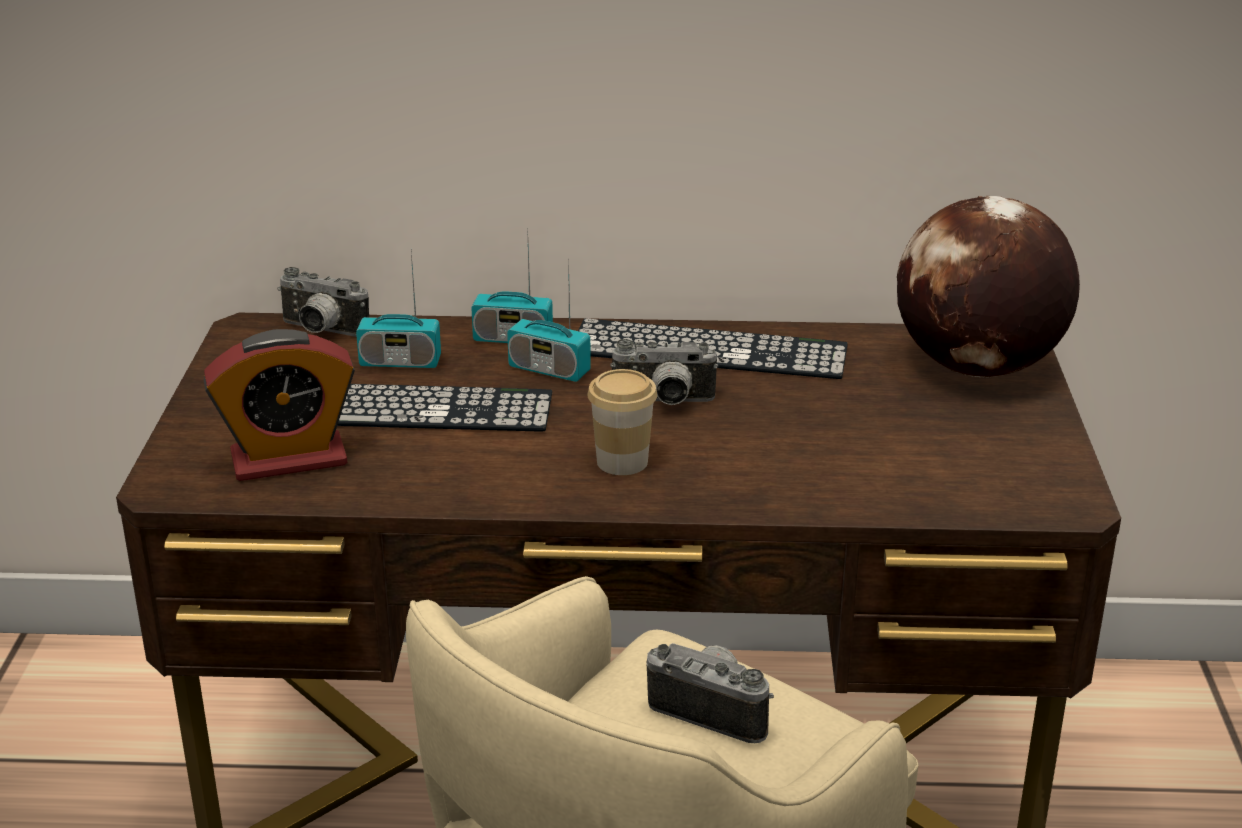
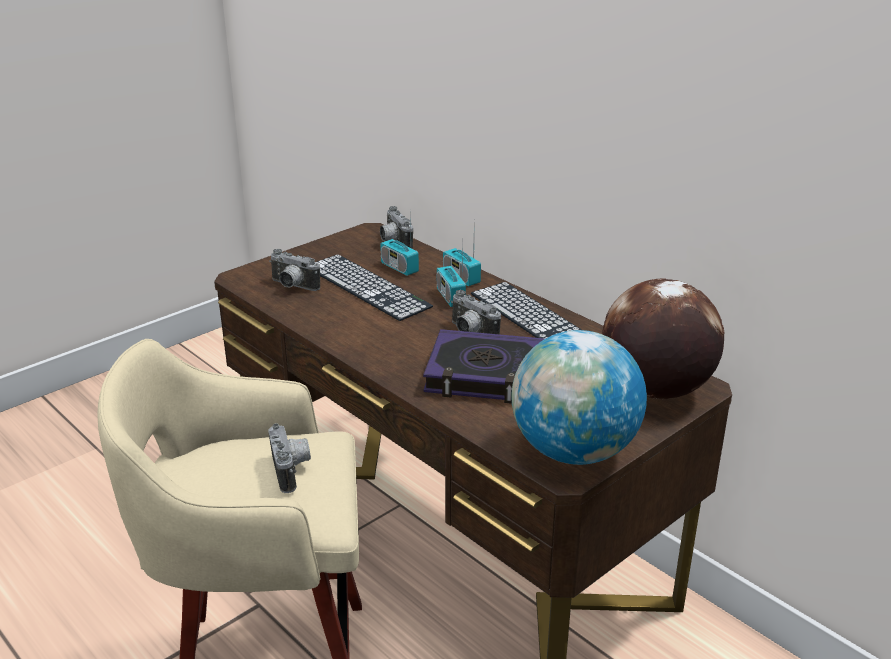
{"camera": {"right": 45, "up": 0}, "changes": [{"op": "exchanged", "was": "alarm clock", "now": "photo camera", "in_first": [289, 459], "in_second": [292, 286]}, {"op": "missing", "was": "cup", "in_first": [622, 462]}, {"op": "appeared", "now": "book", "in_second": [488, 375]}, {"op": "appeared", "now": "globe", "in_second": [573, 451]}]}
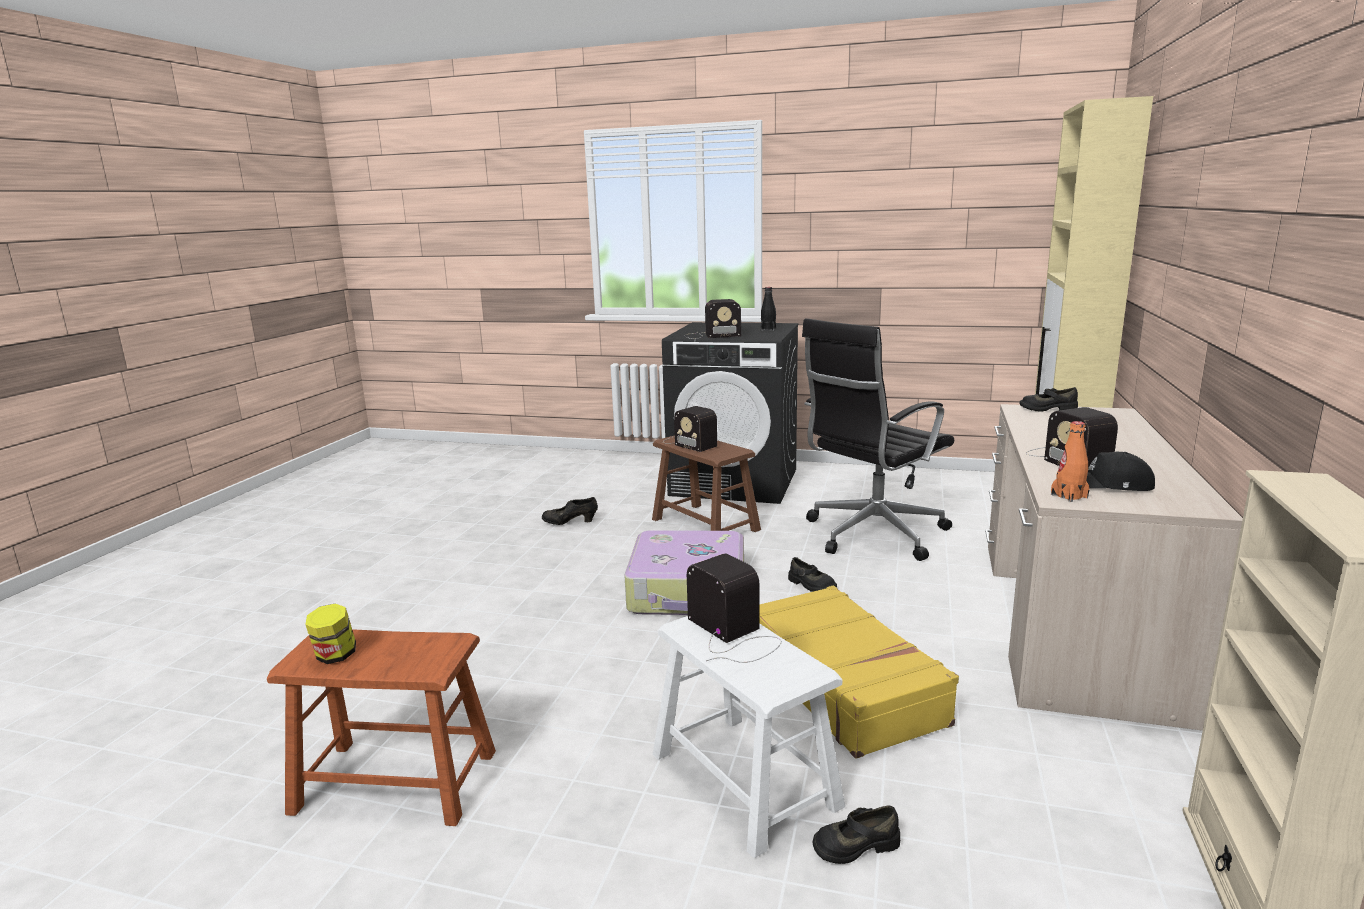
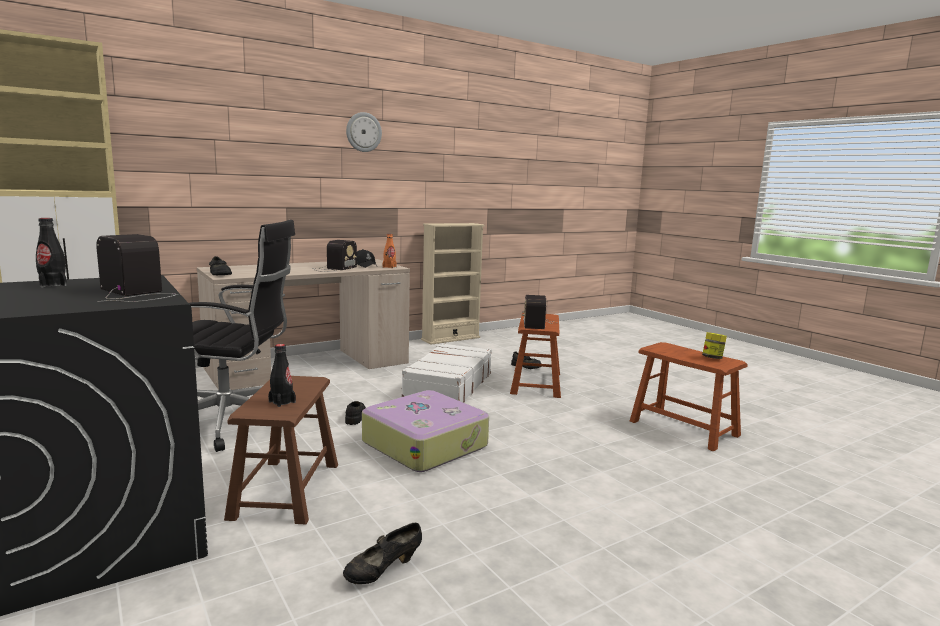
{"camera": {"right": -140, "up": -5}, "changes": [{"op": "exchanged", "was": "radio", "now": "bottle in black", "in_first": [688, 442], "in_second": [282, 402]}, {"op": "spun", "was": "shoe in black", "in_first": [570, 523], "in_second": [383, 571], "clockwise": 105}, {"op": "colour", "was": "suitcase in yellow", "now": "suitcase in white", "in_first": [843, 684], "in_second": [448, 385]}, {"op": "colour", "was": "stool in white", "now": "stool in brown", "in_first": [744, 779], "in_second": [536, 383]}, {"op": "appeared", "now": "wall clock", "in_second": [363, 132]}]}
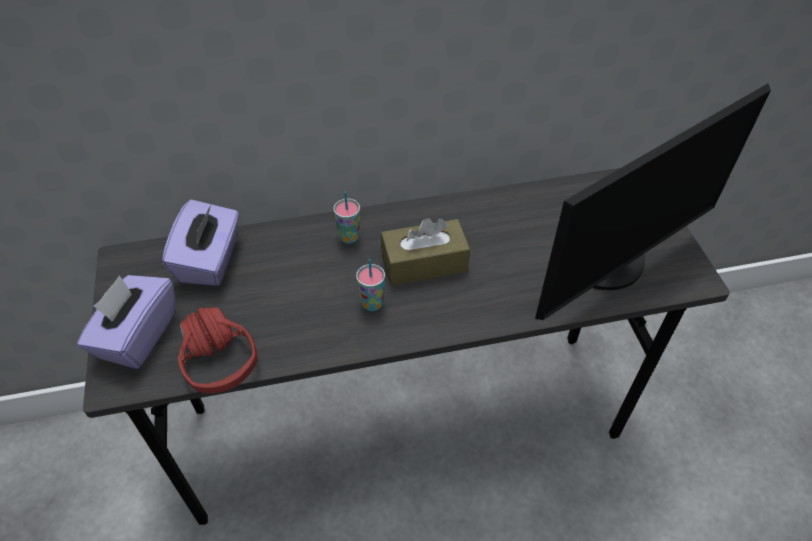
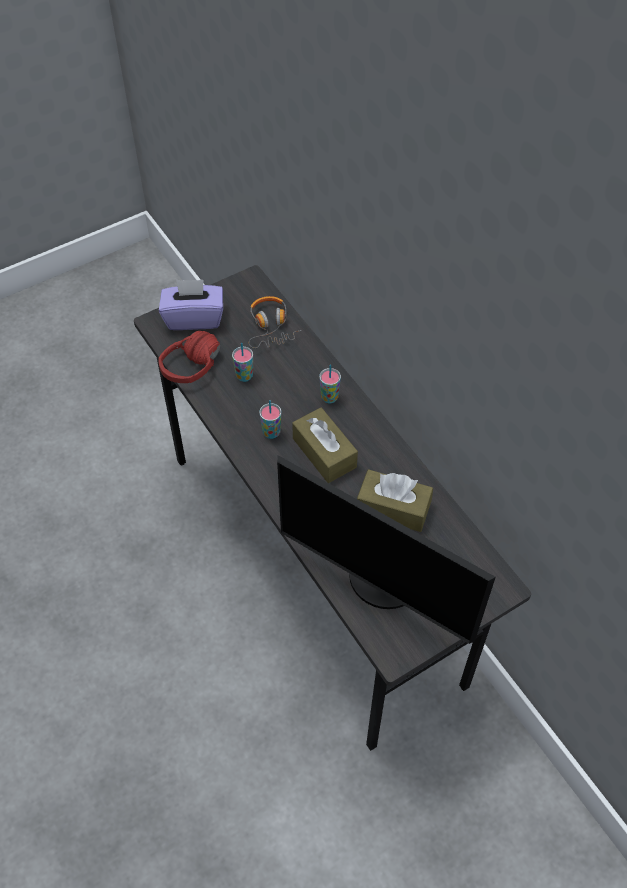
{"camera": {"right": 70, "up": 5}, "changes": [{"op": "exchanged", "was": "tissue box in purple", "now": "headphones", "in_first": [210, 260], "in_second": [270, 327]}, {"op": "appeared", "now": "cup", "in_second": [244, 376]}, {"op": "appeared", "now": "tissue box in brown", "in_second": [393, 508]}]}
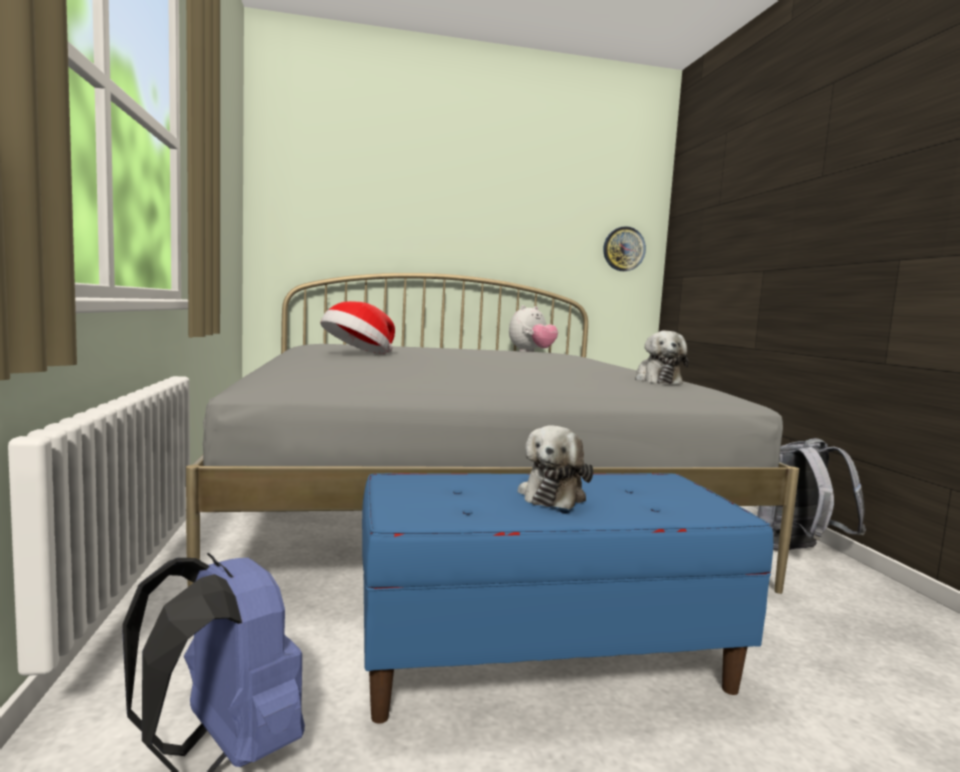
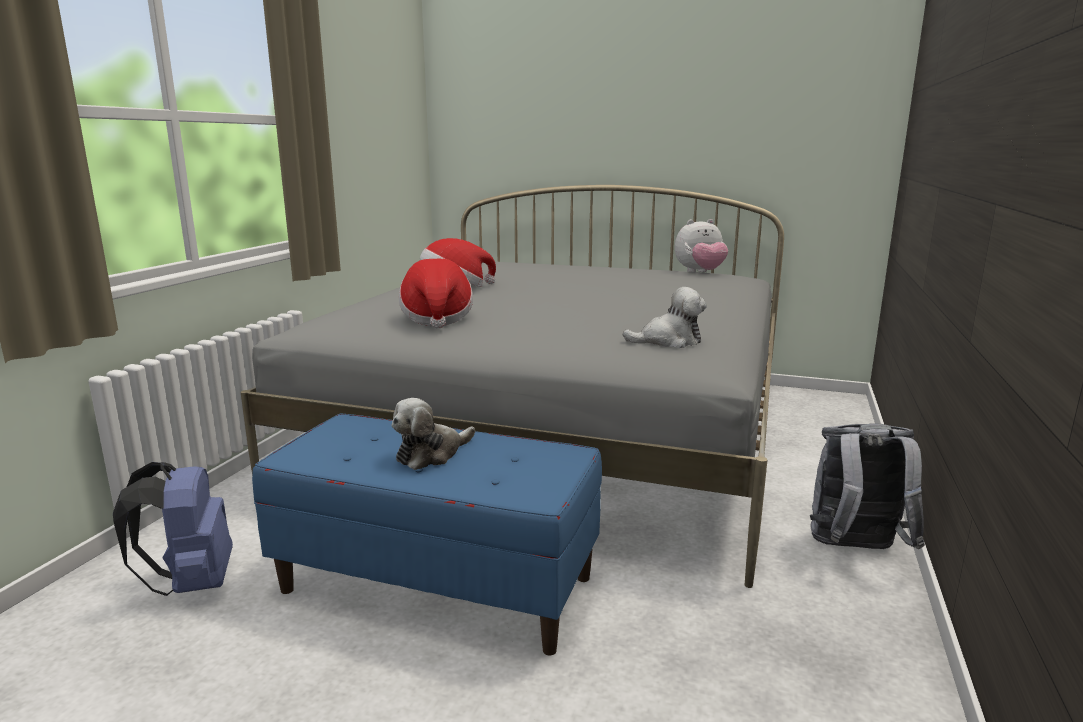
{"camera": {"right": 30, "up": 10}, "changes": [{"op": "missing", "was": "wall clock", "in_first": [623, 249]}, {"op": "spun", "was": "plush toy", "in_first": [656, 380], "in_second": [668, 341], "clockwise": -120}, {"op": "appeared", "now": "hat", "in_second": [436, 318]}]}
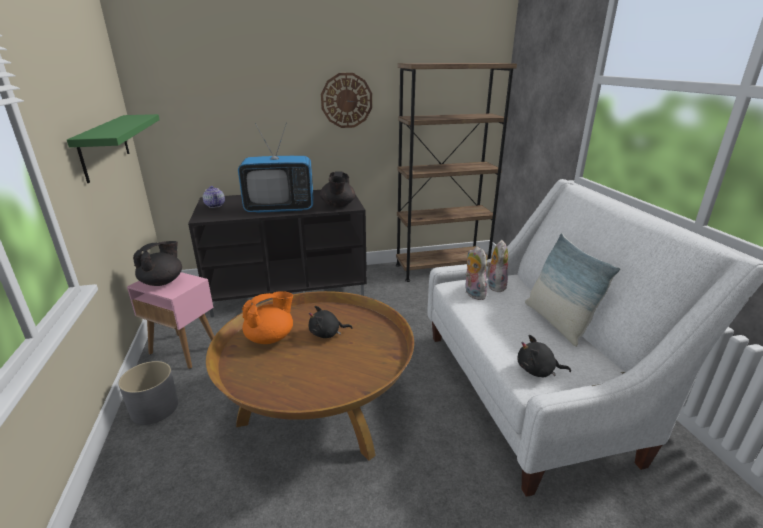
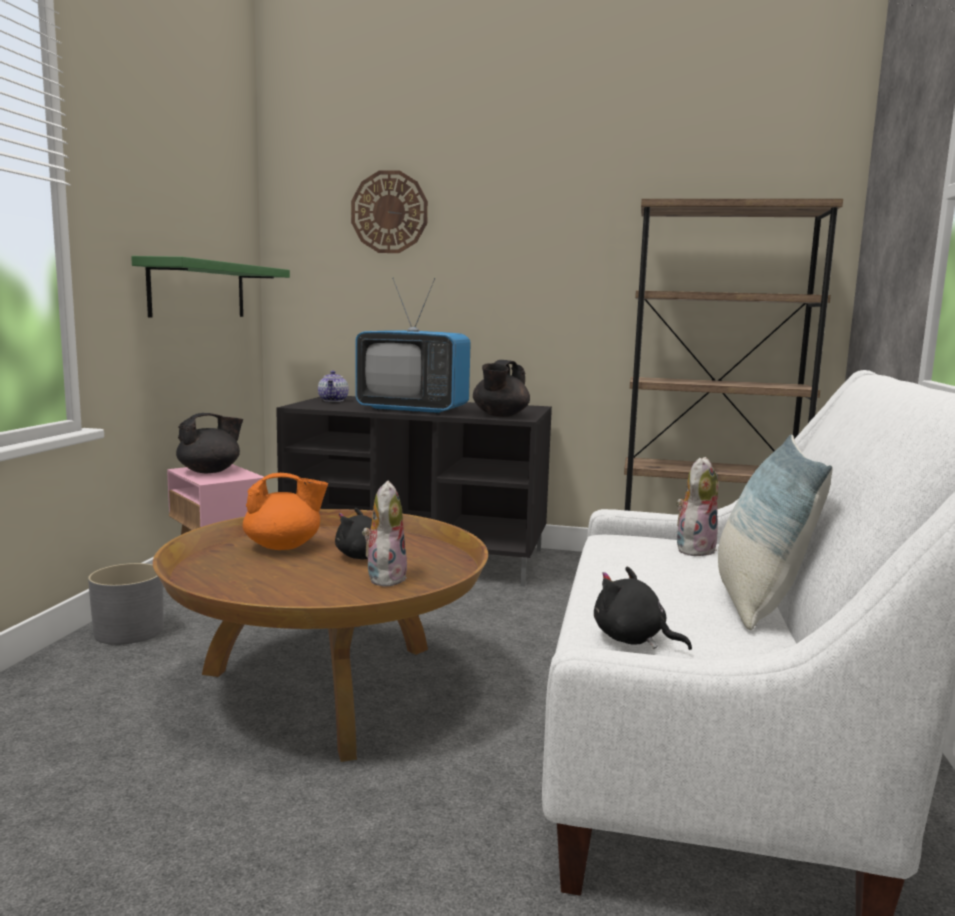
{"camera": {"right": 25, "up": -15}, "changes": [{"op": "relocated", "was": "wall clock", "in_first": [346, 100], "in_second": [389, 212]}, {"op": "relocated", "was": "plush toy", "in_first": [473, 293], "in_second": [384, 577]}]}
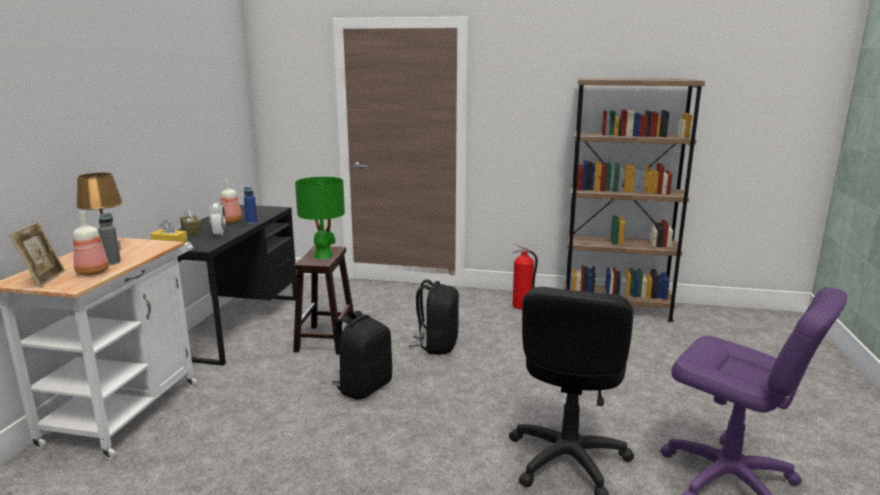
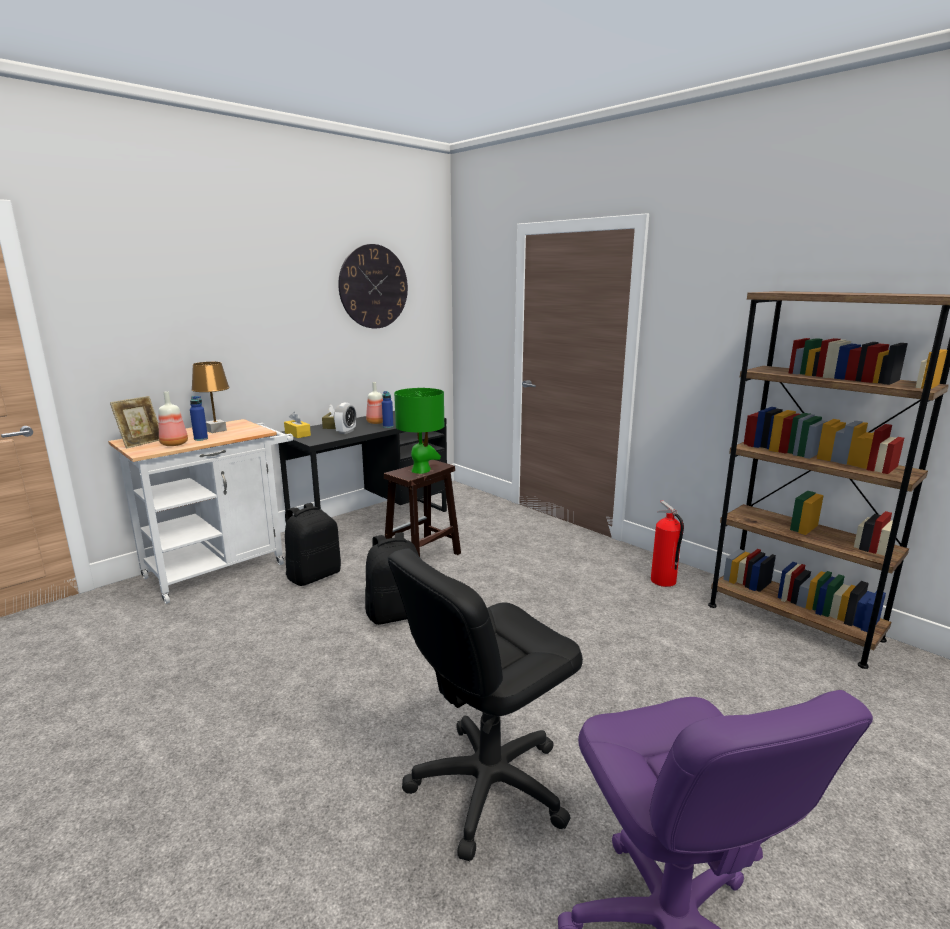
{"camera": {"right": 35, "up": 0}, "changes": [{"op": "colour", "was": "bottle in grey", "now": "bottle in blue", "in_first": [112, 262], "in_second": [201, 439]}, {"op": "relocated", "was": "backpack in black", "in_first": [437, 345], "in_second": [314, 575]}, {"op": "appeared", "now": "wall clock", "in_second": [373, 287]}]}
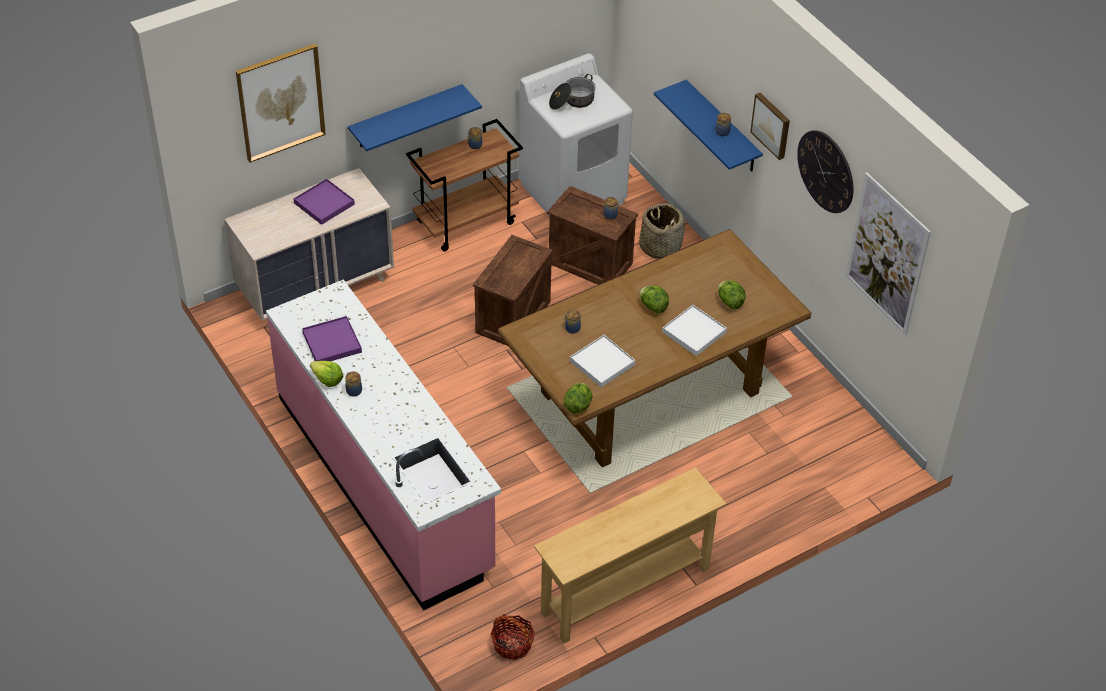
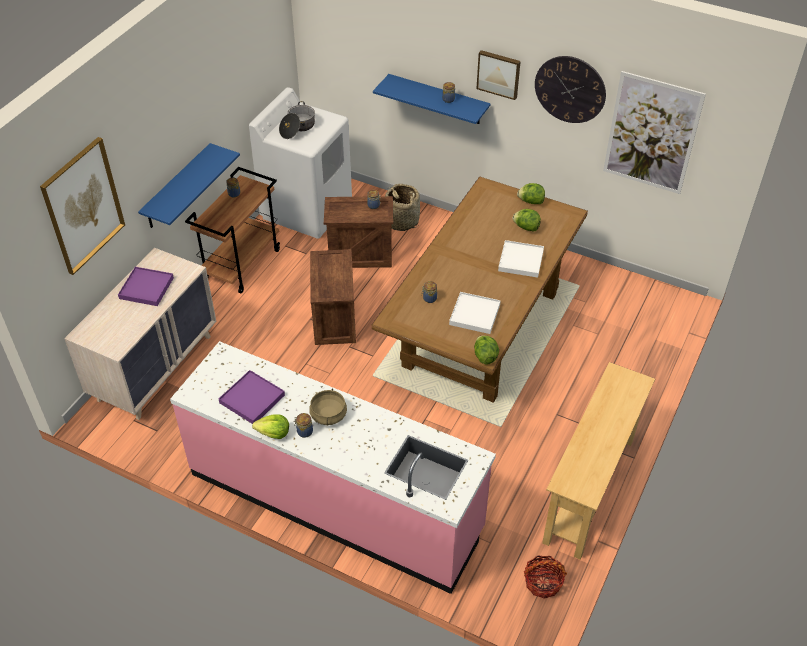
{"camera": {"right": -30, "up": 0}, "changes": [{"op": "relocated", "was": "lettuce", "in_first": [653, 306], "in_second": [531, 201]}, {"op": "appeared", "now": "cooking pot in beige", "in_second": [329, 415]}]}
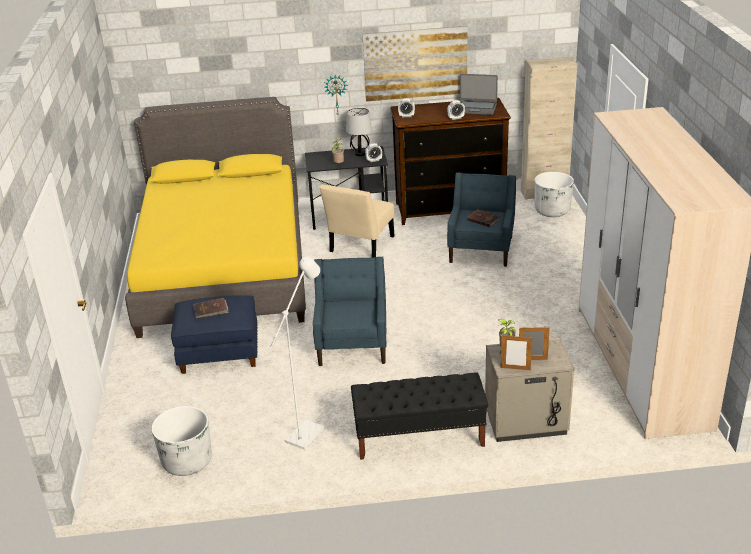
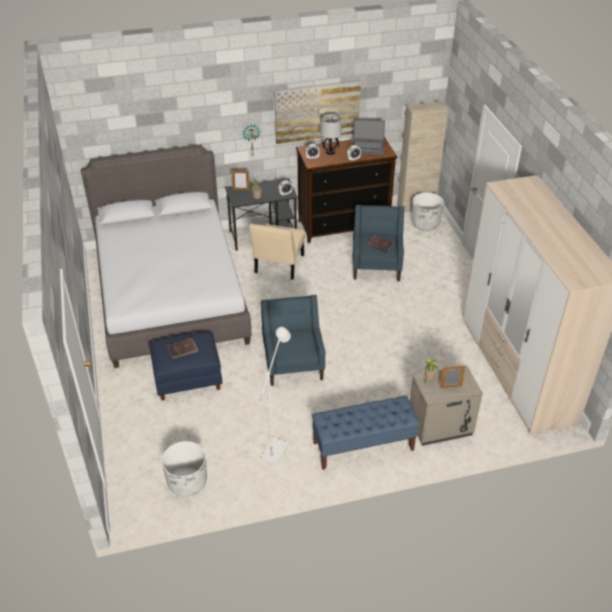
{"camera": {"right": -10, "up": 10}, "changes": [{"op": "colour", "was": "bed in yellow", "now": "bed in grey", "in_first": [224, 269], "in_second": [170, 294]}, {"op": "relocated", "was": "table lamp", "in_first": [360, 154], "in_second": [330, 152]}, {"op": "relocated", "was": "picture frame", "in_first": [515, 368], "in_second": [241, 190]}, {"op": "colour", "was": "bench in black", "now": "bench in blue", "in_first": [419, 437], "in_second": [363, 446]}]}
